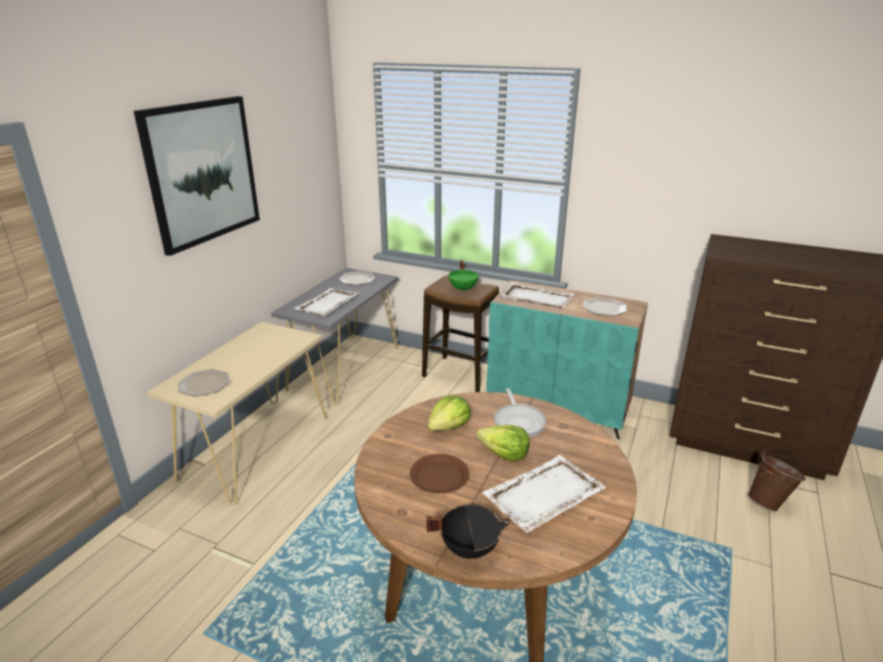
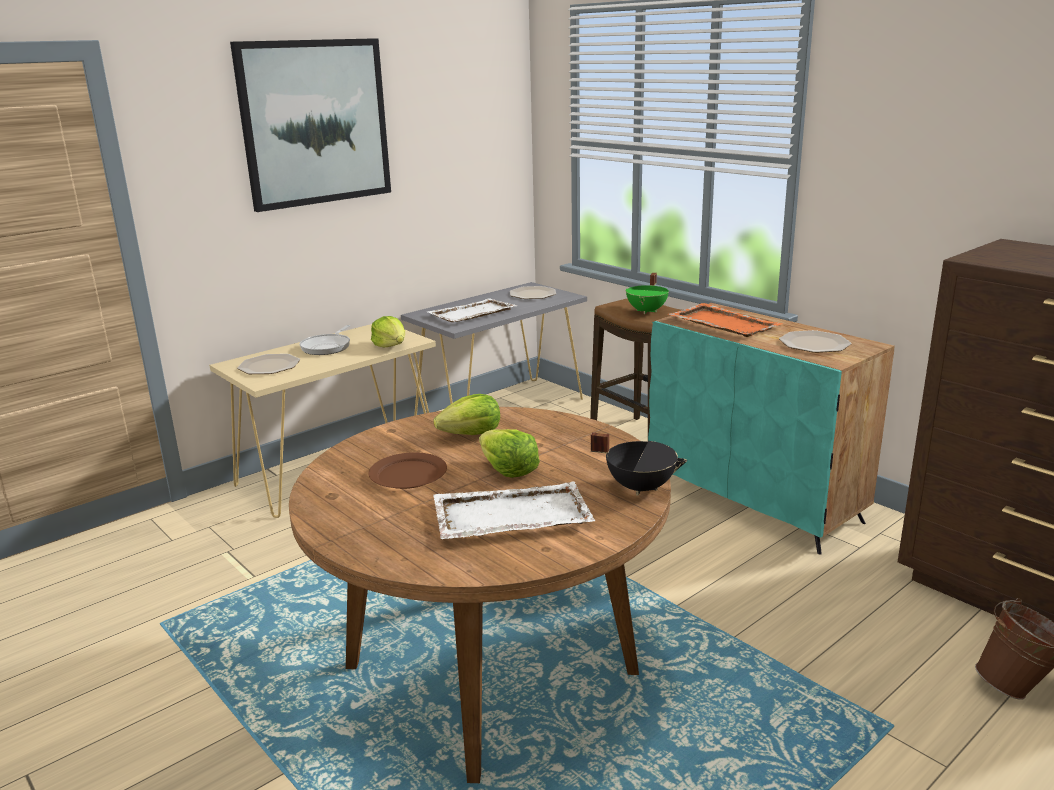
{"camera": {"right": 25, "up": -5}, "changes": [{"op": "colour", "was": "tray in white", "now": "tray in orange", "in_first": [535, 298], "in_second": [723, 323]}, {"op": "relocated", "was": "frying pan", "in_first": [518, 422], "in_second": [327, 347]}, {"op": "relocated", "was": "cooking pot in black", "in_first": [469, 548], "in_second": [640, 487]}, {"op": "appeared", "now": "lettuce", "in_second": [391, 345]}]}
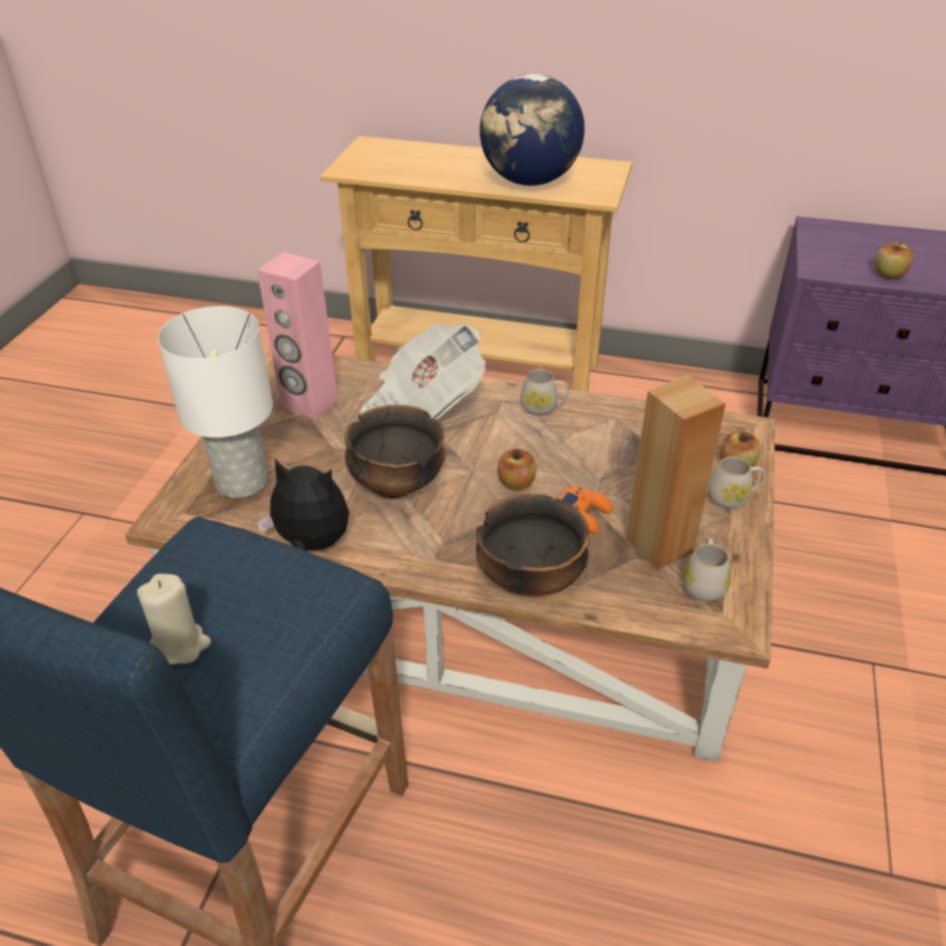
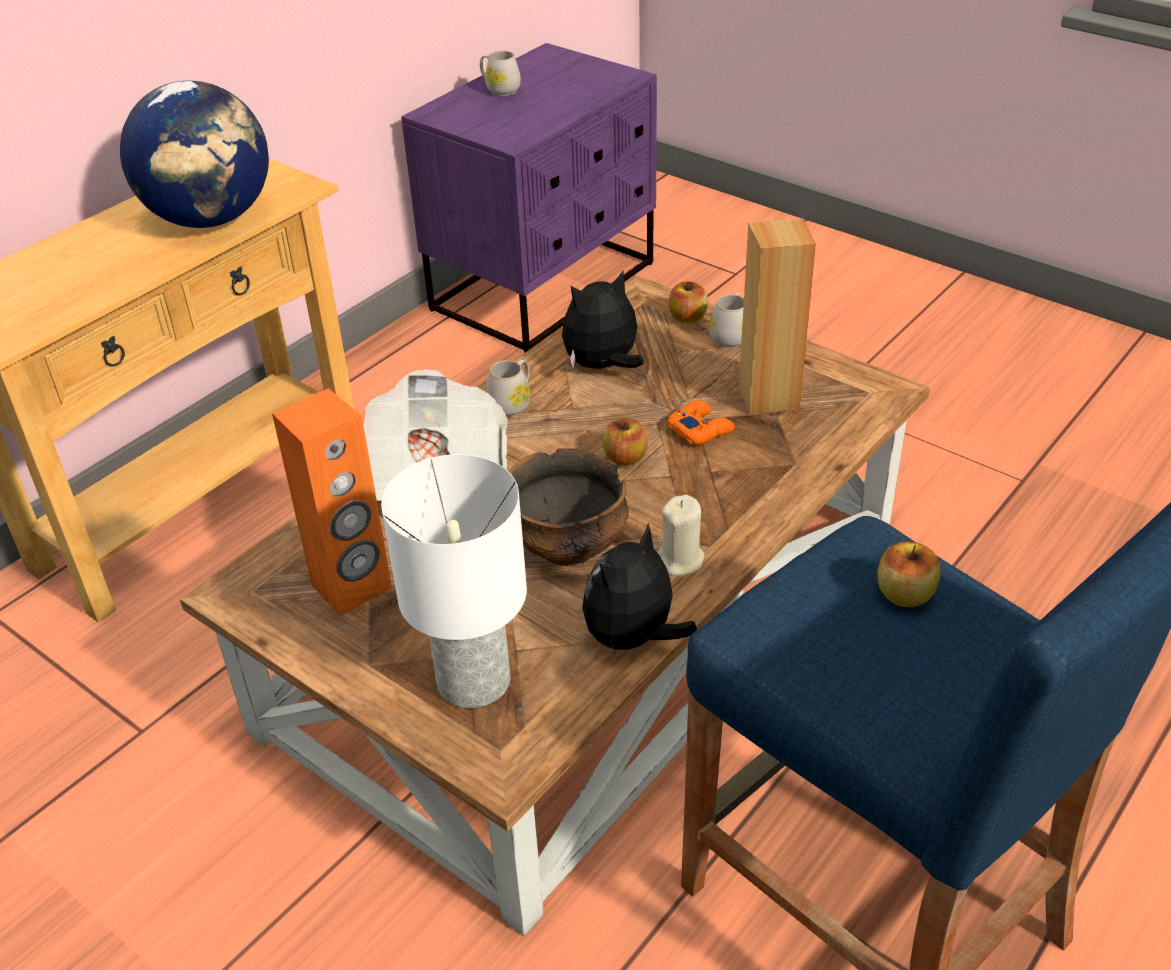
{"camera": {"right": -65, "up": 0}, "changes": [{"op": "relocated", "was": "apple", "in_first": [889, 275], "in_second": [904, 594]}, {"op": "colour", "was": "speaker in pink", "now": "speaker in orange", "in_first": [309, 403], "in_second": [352, 587]}, {"op": "missing", "was": "bowl", "in_first": [531, 579]}, {"op": "relocated", "was": "mug in white", "in_first": [703, 584], "in_second": [499, 89]}, {"op": "relocated", "was": "candle in beige", "in_first": [180, 645], "in_second": [680, 560]}, {"op": "appeared", "now": "plush toy", "in_second": [602, 366]}]}
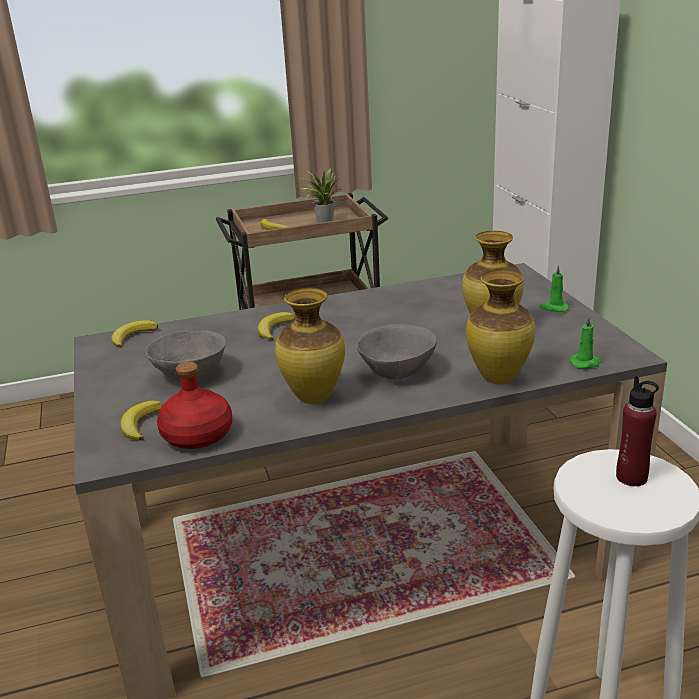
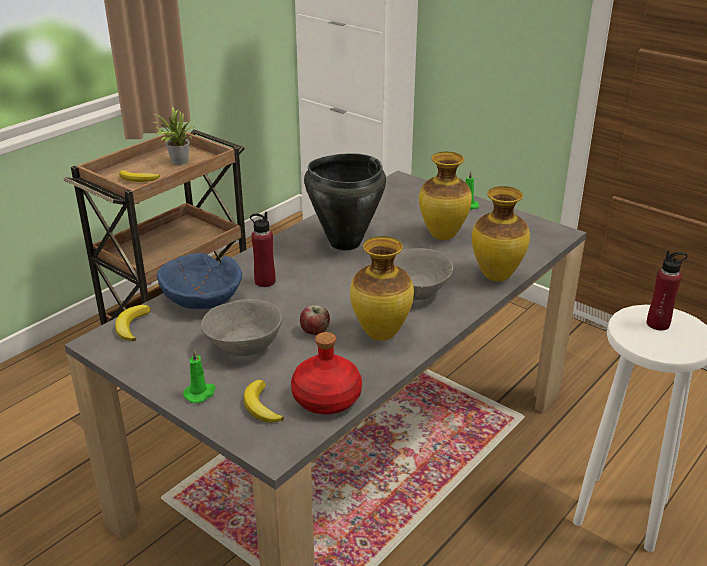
{"camera": {"right": -35, "up": 5}, "changes": [{"op": "exchanged", "was": "banana", "now": "bottle in red", "in_first": [274, 329], "in_second": [265, 281]}, {"op": "relocated", "was": "candle in green", "in_first": [586, 363], "in_second": [200, 393]}, {"op": "appeared", "now": "cooking pot in black", "in_second": [344, 243]}, {"op": "appeared", "now": "bowl in blue", "in_second": [201, 298]}, {"op": "appeared", "now": "apple", "in_second": [315, 331]}]}
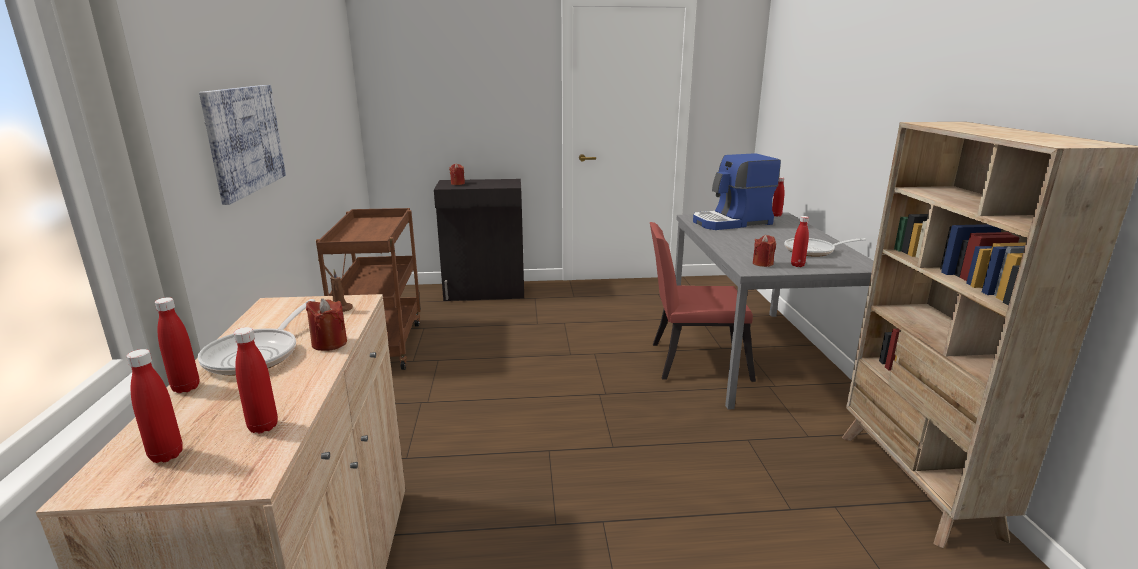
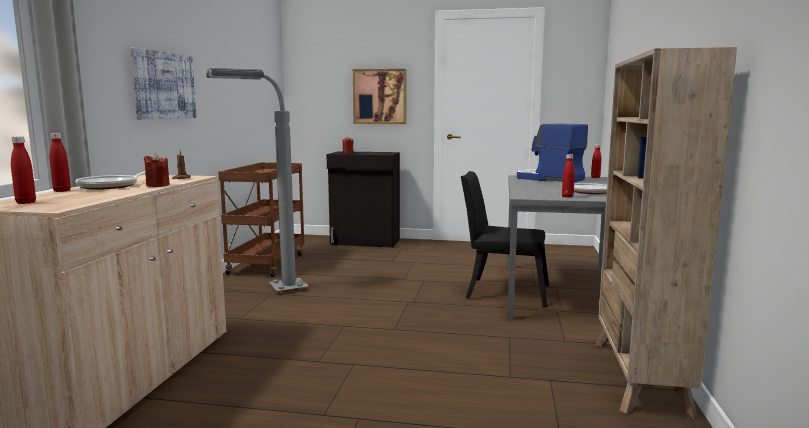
{"camera": {"right": 15, "up": -10}, "changes": [{"op": "spun", "was": "coffee machine", "in_first": [732, 222], "in_second": [549, 179], "clockwise": 45}, {"op": "colour", "was": "chair in red", "now": "chair in black", "in_first": [692, 361], "in_second": [502, 291]}, {"op": "missing", "was": "candle in red", "in_first": [762, 263]}, {"op": "missing", "was": "bottle in red", "in_first": [263, 427]}, {"op": "appeared", "now": "floor lamp in grey", "in_second": [265, 292]}, {"op": "appeared", "now": "picture", "in_second": [380, 96]}]}
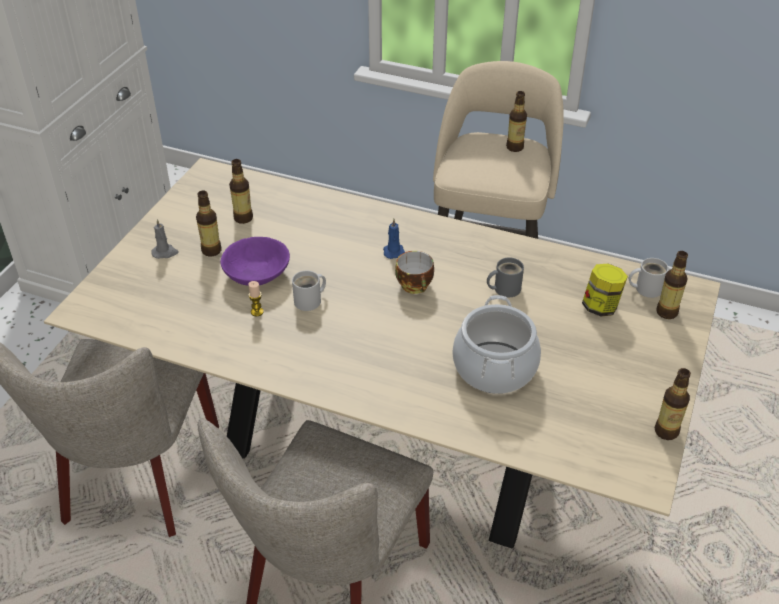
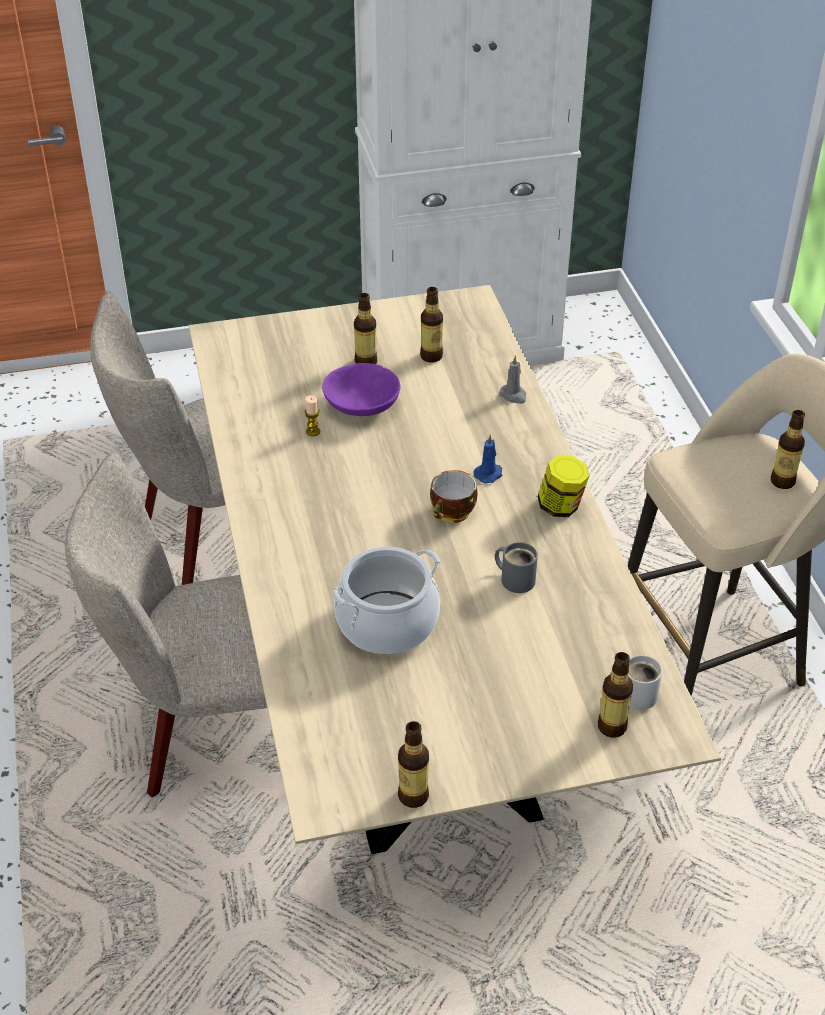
{"camera": {"right": 55, "up": 0}, "changes": [{"op": "relocated", "was": "candle in grey", "in_first": [165, 252], "in_second": [513, 395]}, {"op": "relocated", "was": "jar", "in_first": [601, 307], "in_second": [561, 506]}, {"op": "missing", "was": "mug in white", "in_first": [310, 301]}]}
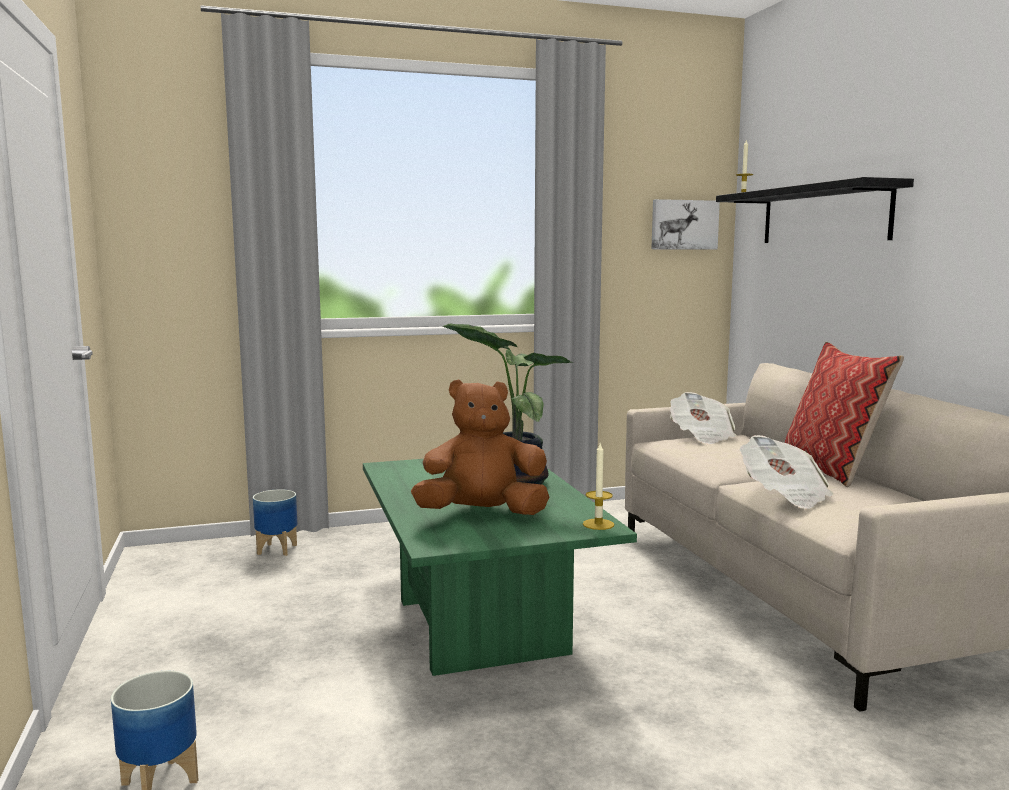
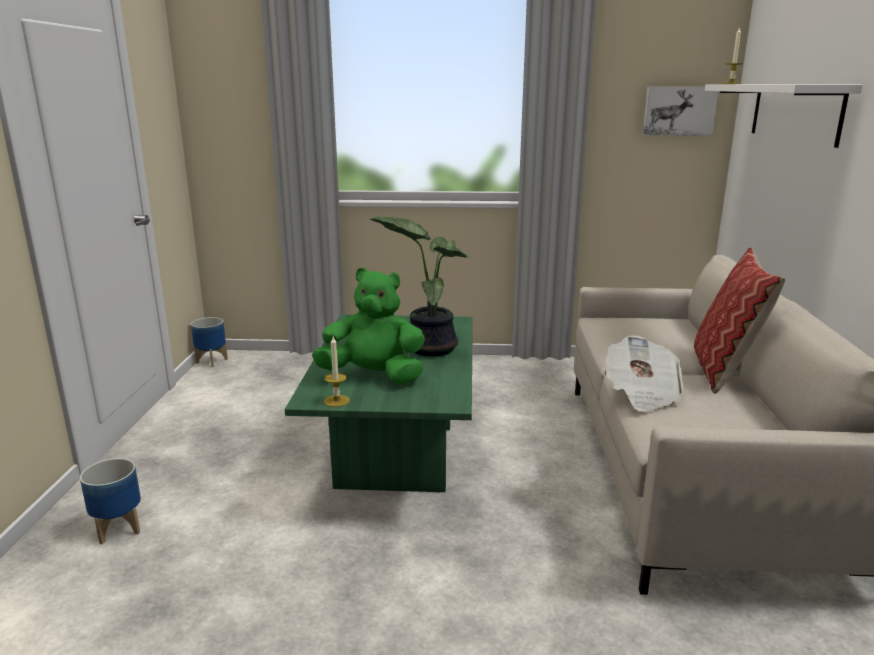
{"camera": {"right": 20, "up": 10}, "changes": [{"op": "colour", "was": "shelf in black", "now": "shelf in white", "in_first": [824, 215], "in_second": [794, 112]}, {"op": "colour", "was": "plush toy in brown", "now": "plush toy in green", "in_first": [482, 514], "in_second": [374, 376]}, {"op": "missing", "was": "newspaper", "in_first": [701, 436]}, {"op": "relocated", "was": "candle", "in_first": [598, 524], "in_second": [336, 401]}, {"op": "relocated", "was": "planter", "in_first": [277, 549], "in_second": [212, 361]}]}
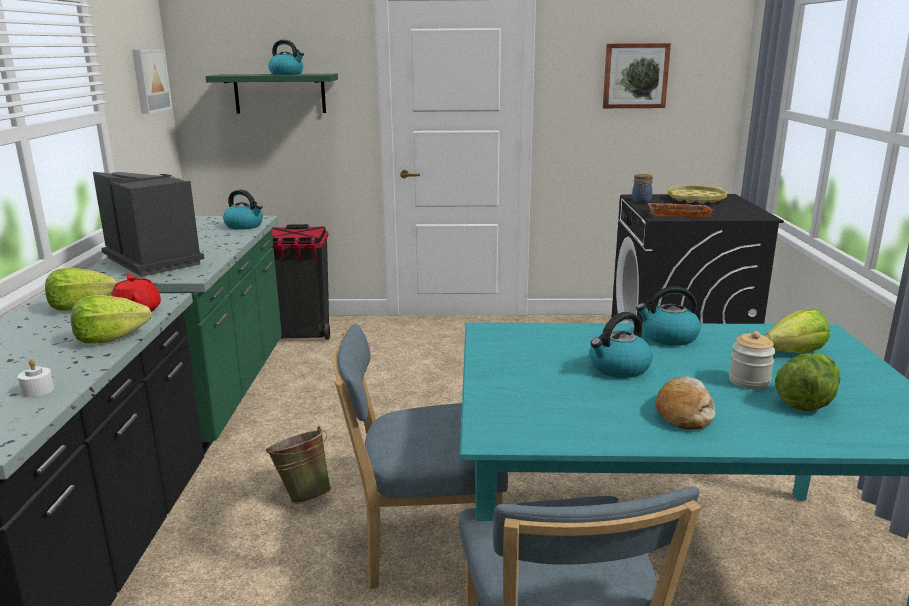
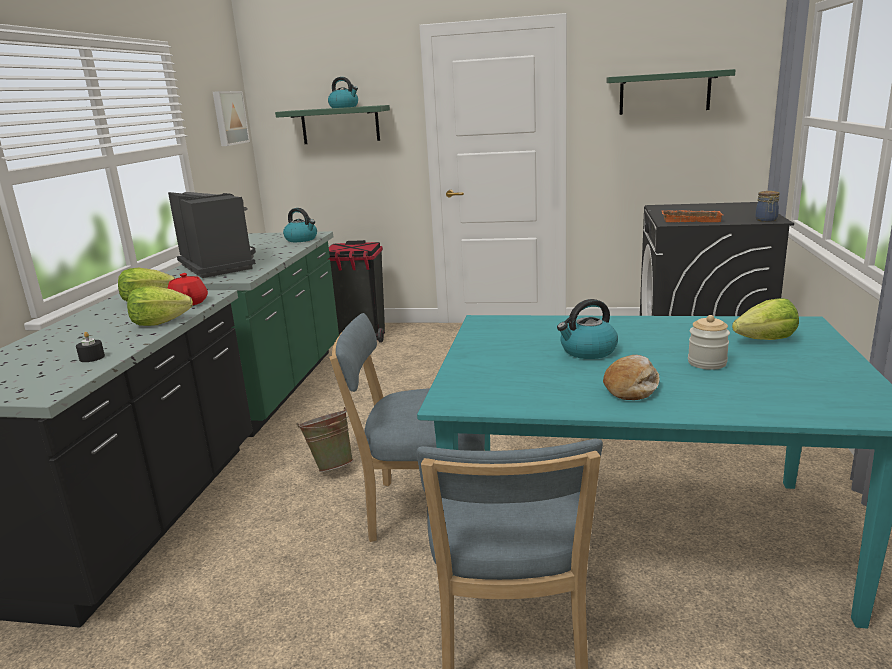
{"camera": {"right": 10, "up": 0}, "changes": [{"op": "exchanged", "was": "picture", "now": "shelf in green", "in_first": [635, 76], "in_second": [664, 93]}, {"op": "relocated", "was": "jar", "in_first": [641, 201], "in_second": [766, 220]}, {"op": "missing", "was": "tray in yellow", "in_first": [696, 199]}, {"op": "missing", "was": "kettle", "in_first": [668, 337]}, {"op": "missing", "was": "lettuce", "in_first": [806, 401]}, {"op": "colour", "was": "candle in white", "now": "candle in black", "in_first": [38, 390], "in_second": [92, 357]}]}
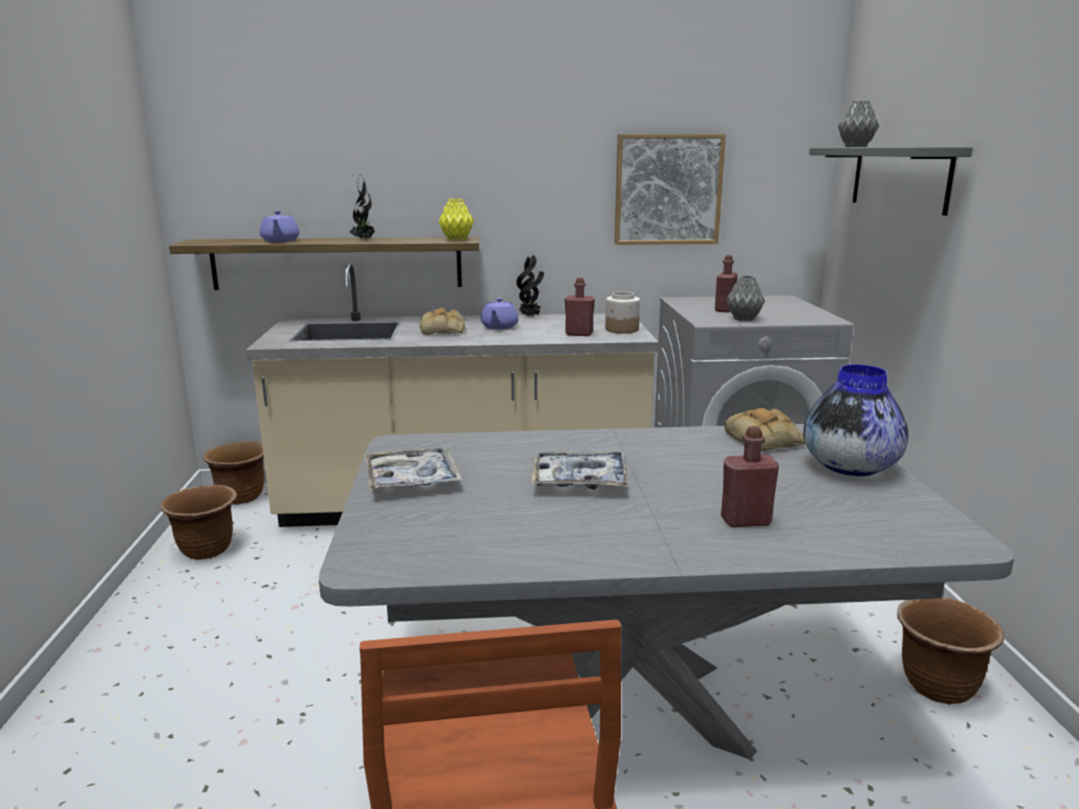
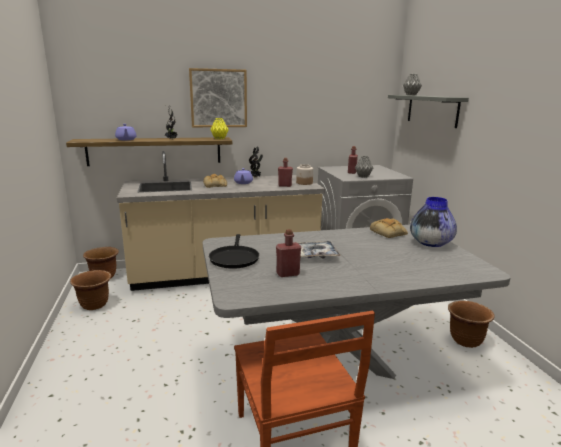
{"camera": {"right": -10, "up": 0}, "changes": [{"op": "relocated", "was": "picture", "in_first": [668, 190], "in_second": [218, 98]}, {"op": "relocated", "was": "bottle in red", "in_first": [745, 521], "in_second": [288, 274]}, {"op": "exchanged", "was": "tray", "now": "frying pan in black", "in_first": [412, 479], "in_second": [234, 258]}]}
